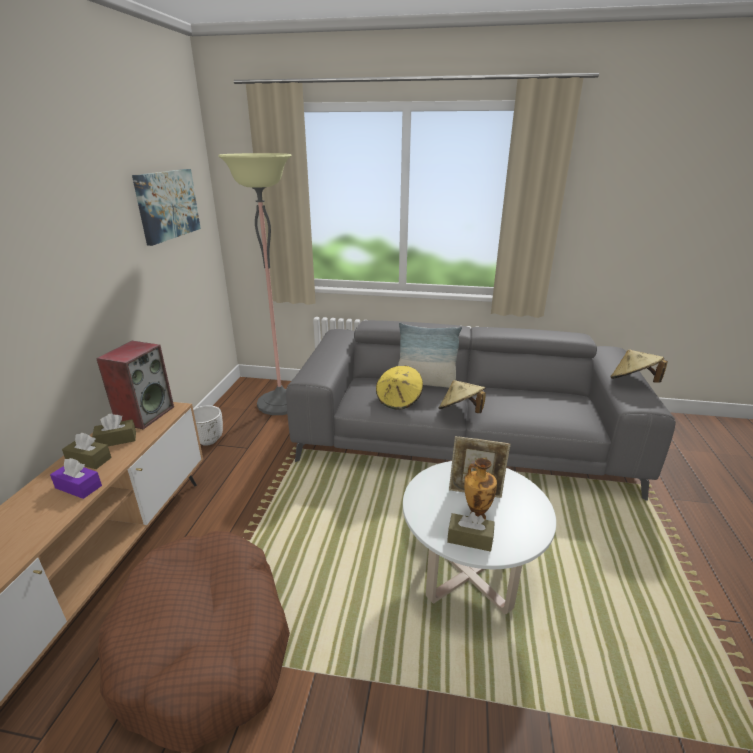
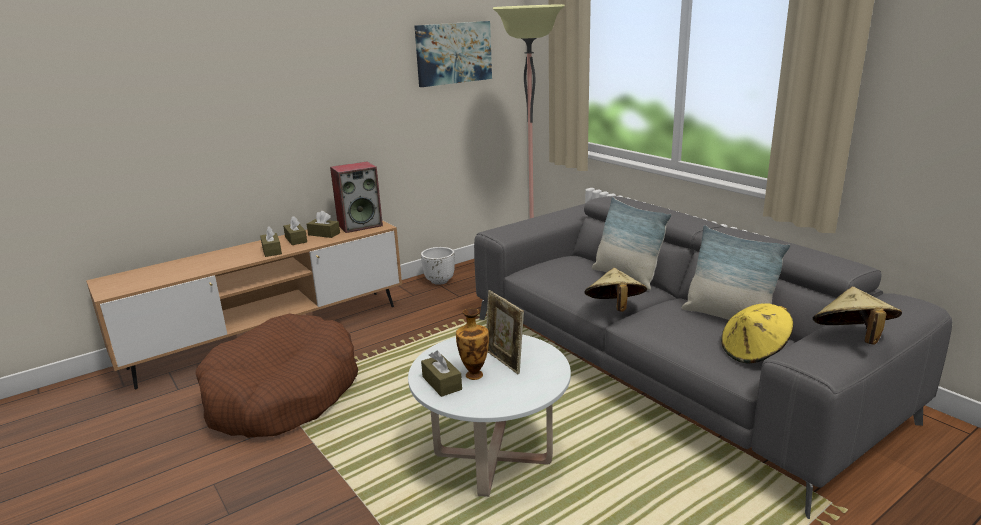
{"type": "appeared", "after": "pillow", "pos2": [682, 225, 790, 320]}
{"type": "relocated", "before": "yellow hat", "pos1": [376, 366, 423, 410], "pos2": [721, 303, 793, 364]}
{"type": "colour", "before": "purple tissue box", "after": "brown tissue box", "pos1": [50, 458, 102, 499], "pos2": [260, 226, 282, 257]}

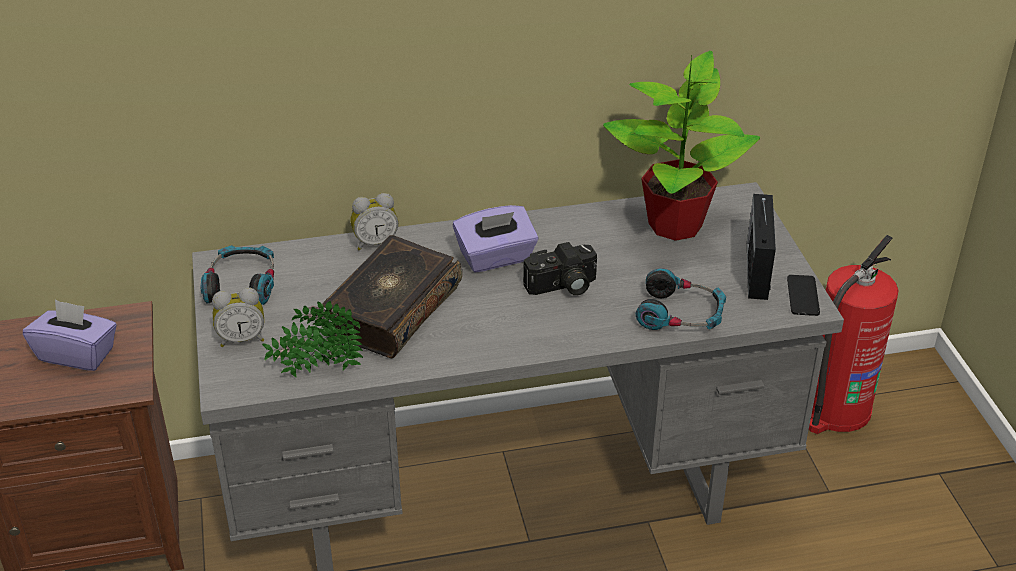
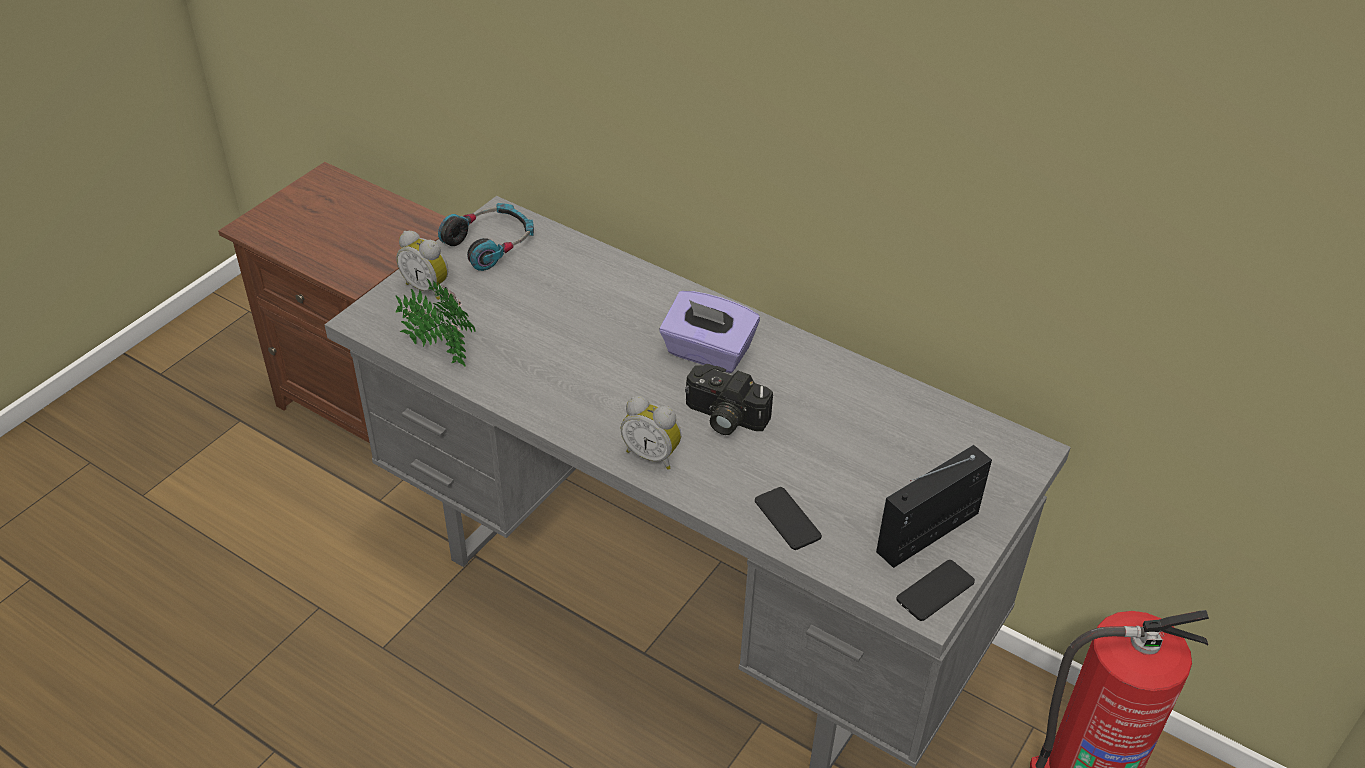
{"type": "missing", "before": "purple tissue box", "pos1": [23, 299, 117, 371]}
{"type": "missing", "before": "book", "pos1": [323, 235, 462, 358]}
{"type": "missing", "before": "potted plant", "pos1": [603, 51, 760, 241]}
{"type": "relocated", "before": "alarm clock", "pos1": [351, 193, 398, 250], "pos2": [621, 396, 681, 470]}
{"type": "exchanged", "before": "headphones", "after": "phone", "pos1": [636, 268, 726, 330], "pos2": [755, 487, 822, 550]}

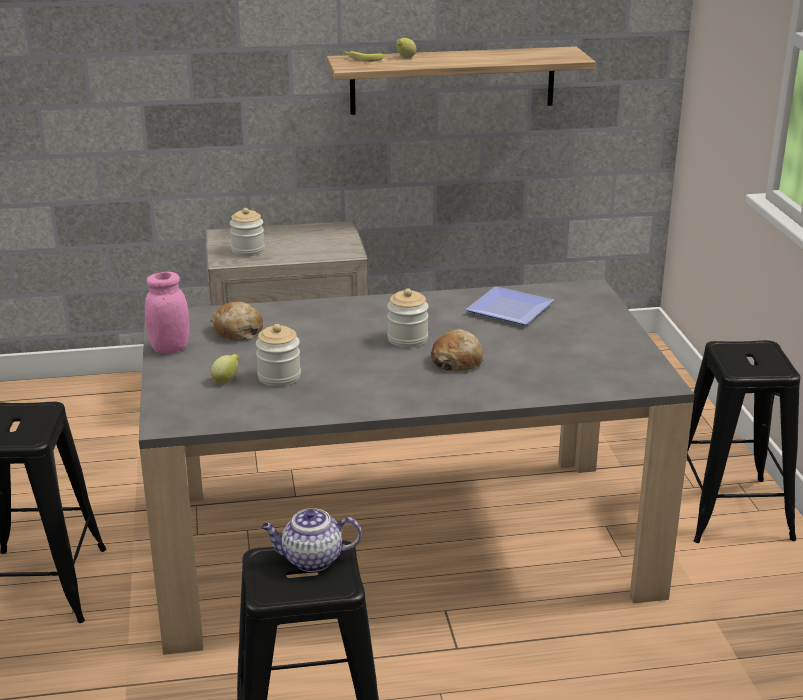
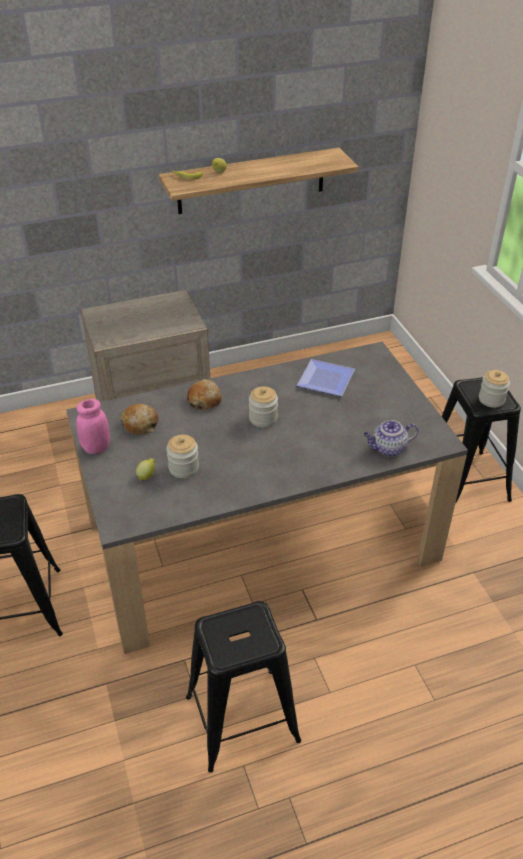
{"type": "relocated", "before": "jar", "pos1": [230, 208, 265, 256], "pos2": [479, 370, 510, 408]}
{"type": "relocated", "before": "teapot", "pos1": [261, 508, 362, 572], "pos2": [364, 420, 419, 457]}
{"type": "relocated", "before": "bread", "pos1": [431, 329, 484, 372], "pos2": [187, 379, 222, 410]}

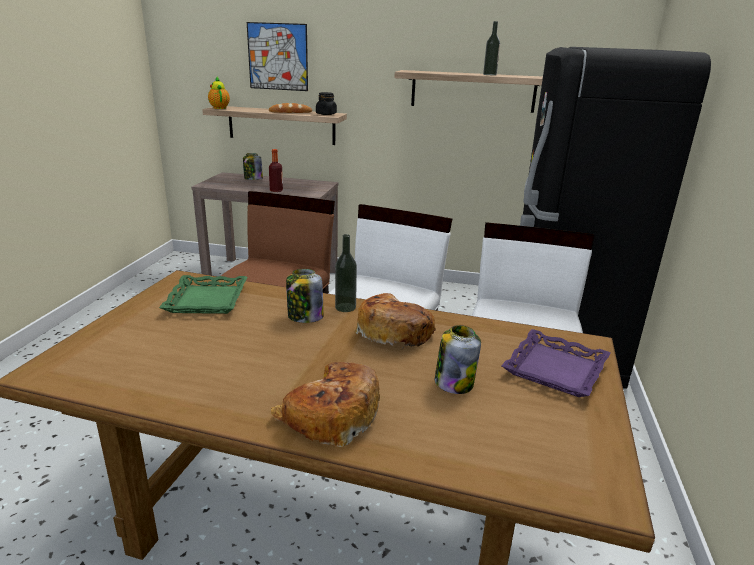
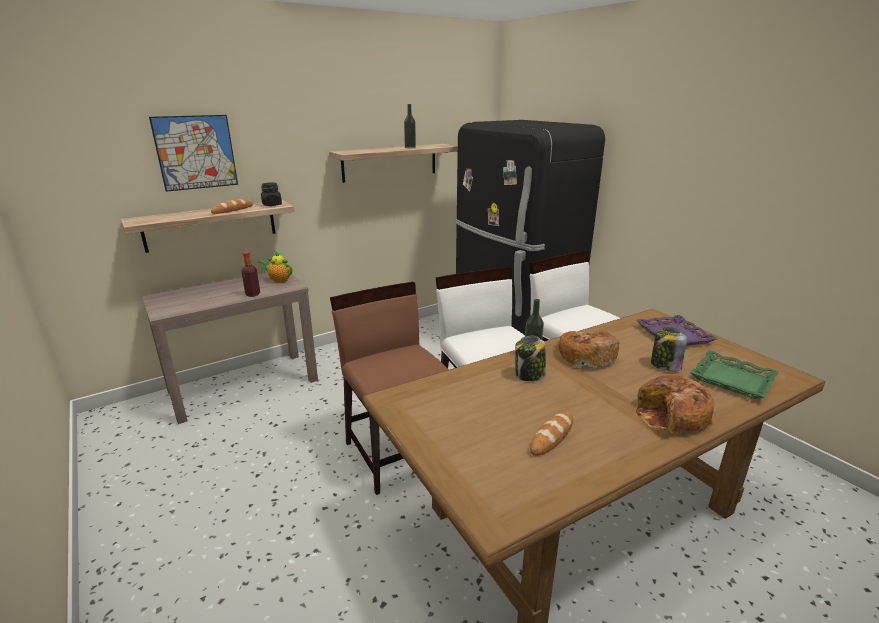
{"type": "missing", "before": "jar", "pos1": [243, 153, 263, 180]}
{"type": "appeared", "after": "bread", "pos2": [530, 412, 573, 456]}
{"type": "relocated", "before": "green tray", "pos1": [159, 275, 247, 314], "pos2": [690, 350, 779, 399]}
{"type": "relocated", "before": "teapot", "pos1": [208, 77, 230, 109], "pos2": [259, 251, 292, 283]}

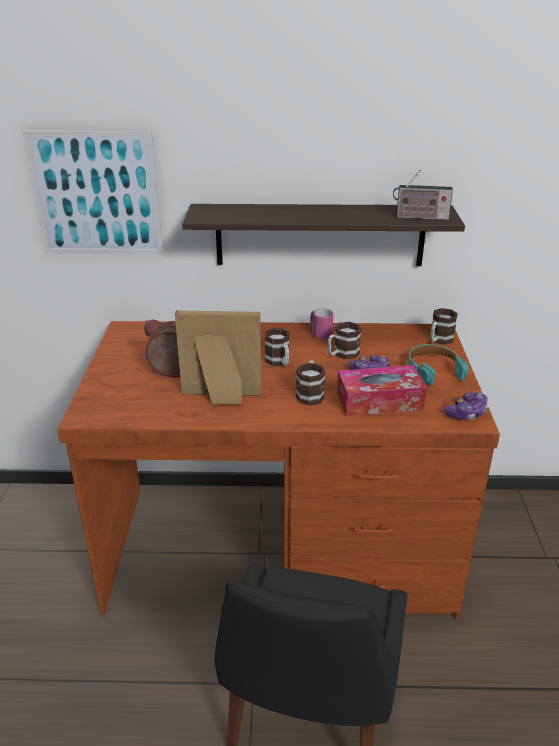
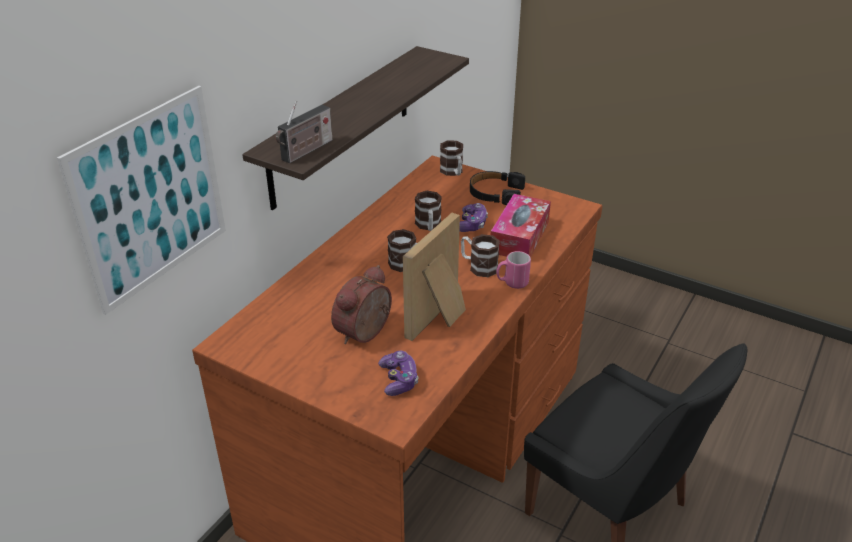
{"type": "relocated", "before": "pink mug", "pos1": [310, 309, 333, 339], "pos2": [496, 251, 531, 289]}
{"type": "relocated", "before": "radio", "pos1": [393, 170, 453, 220], "pos2": [276, 101, 332, 164]}
{"type": "relocated", "before": "game controller", "pos1": [444, 392, 488, 420], "pos2": [378, 351, 419, 396]}
{"type": "colour", "before": "turquoise headphones", "after": "black headphones", "pos1": [408, 344, 469, 386], "pos2": [470, 171, 525, 205]}

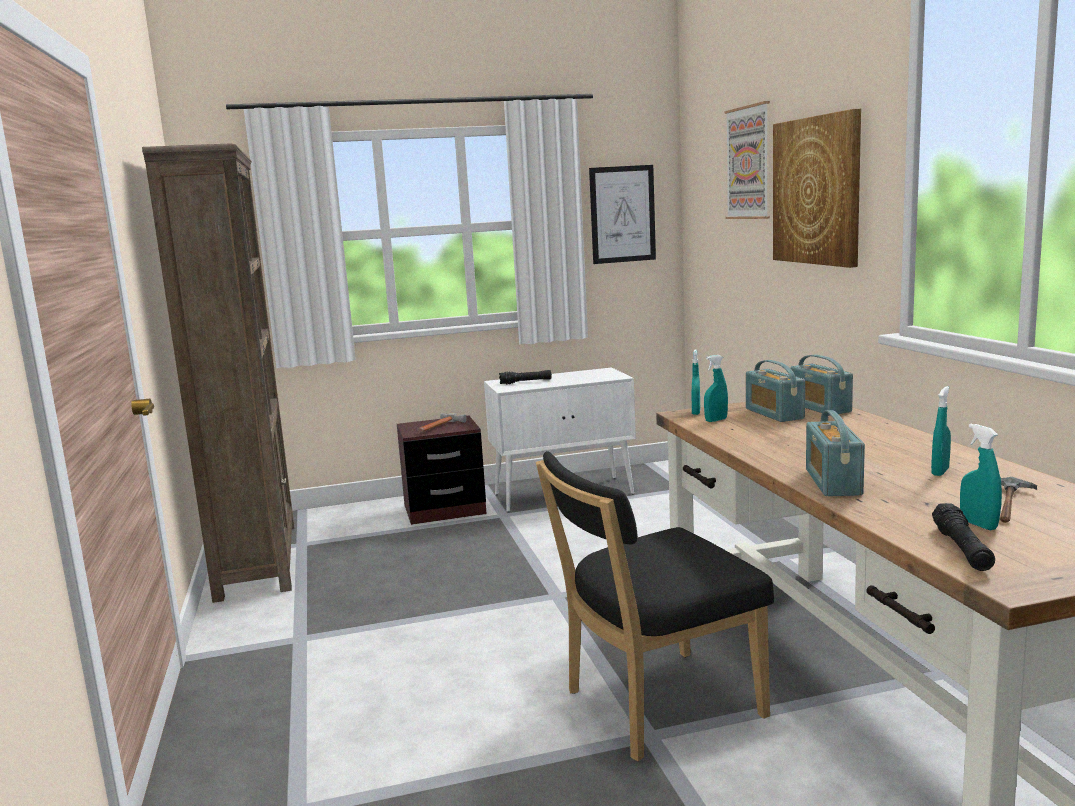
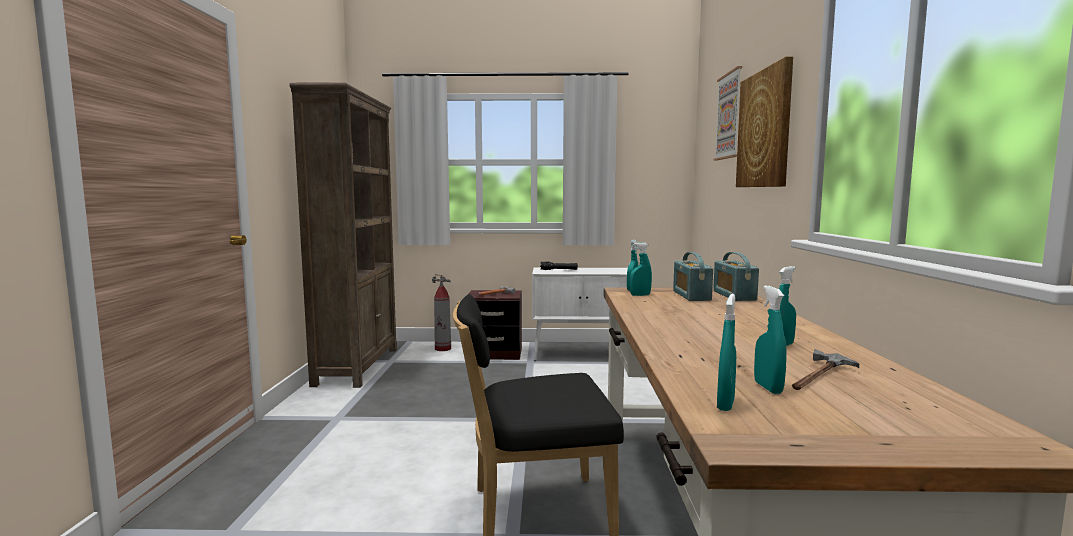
{"type": "missing", "before": "picture", "pos1": [589, 165, 656, 264]}
{"type": "missing", "before": "radio", "pos1": [806, 410, 865, 496]}
{"type": "appeared", "after": "fire extinguisher", "pos2": [432, 274, 451, 351]}
{"type": "exchanged", "before": "black flashlight", "after": "turquoise spray bottle", "pos1": [932, 503, 995, 571], "pos2": [717, 294, 736, 411]}

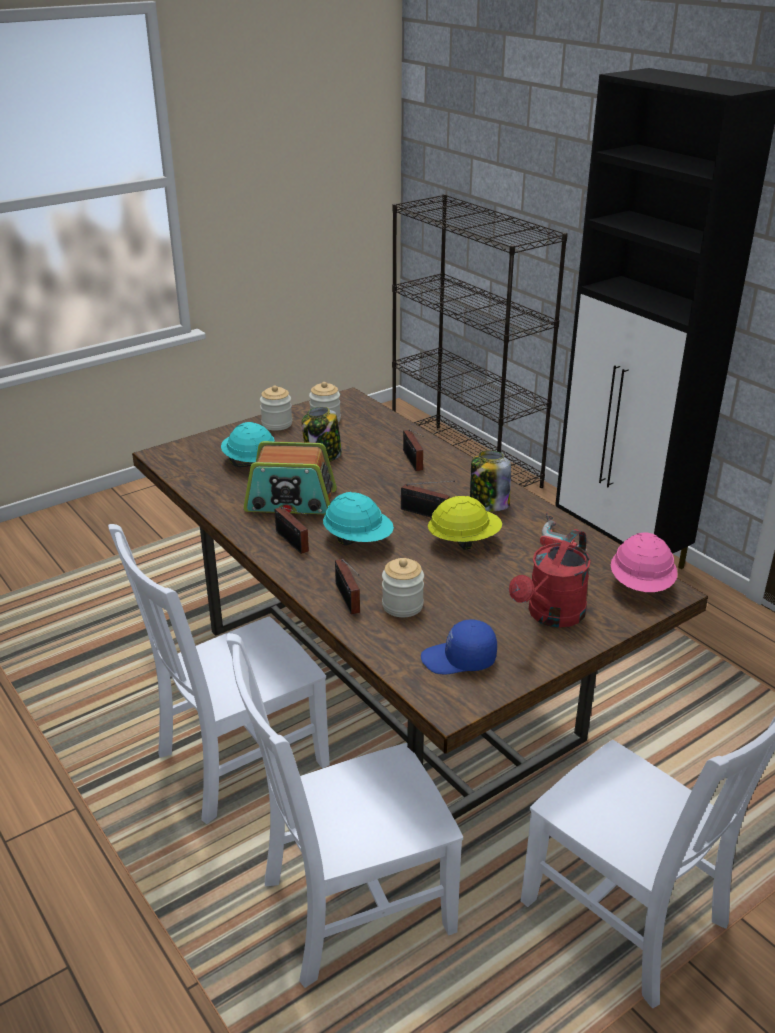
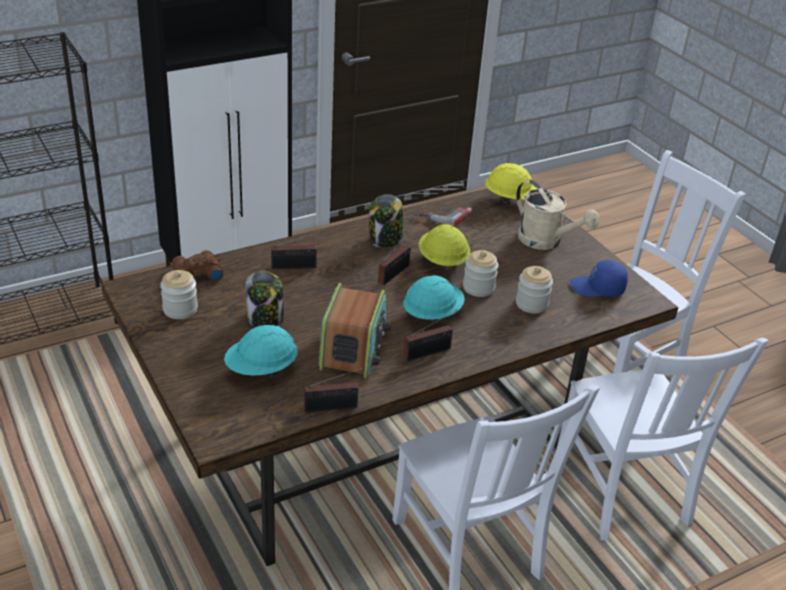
{"type": "appeared", "after": "brown binoculars", "pos2": [172, 250, 223, 282]}
{"type": "relocated", "before": "jar", "pos1": [260, 385, 292, 431], "pos2": [463, 250, 499, 297]}
{"type": "relocated", "before": "radio", "pos1": [335, 559, 360, 614], "pos2": [304, 367, 365, 412]}
{"type": "colour", "before": "red watering can", "after": "beige watering can", "pos1": [509, 529, 591, 628], "pos2": [516, 180, 599, 250]}
{"type": "colour", "before": "pink hard hat", "after": "yellow hard hat", "pos1": [611, 533, 678, 592], "pos2": [485, 163, 537, 205]}
{"type": "spun", "before": "blue cap", "pos1": [421, 619, 497, 675], "pos2": [570, 260, 628, 297], "turn": 90}

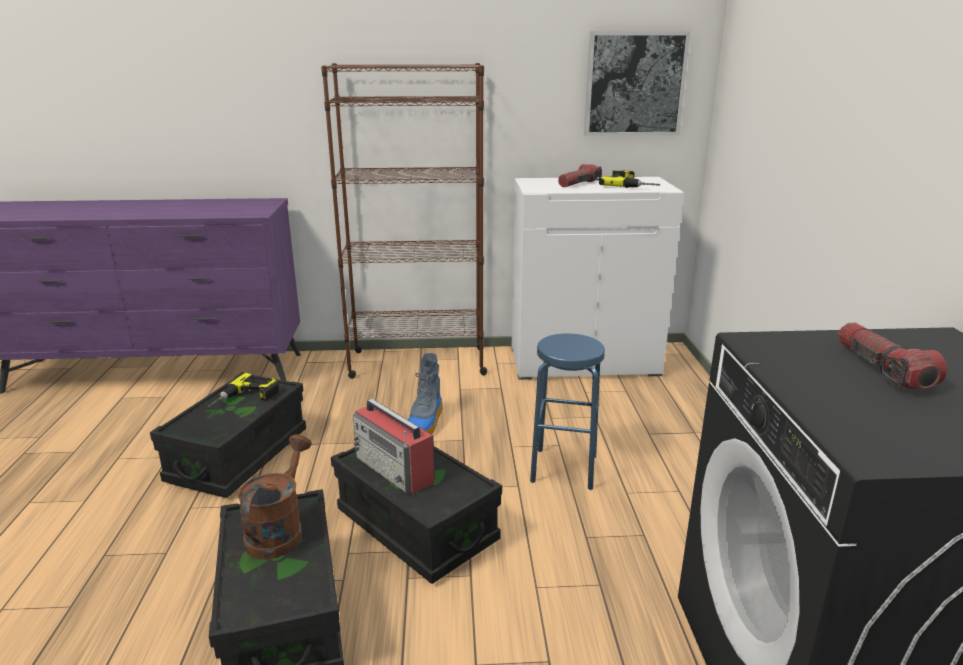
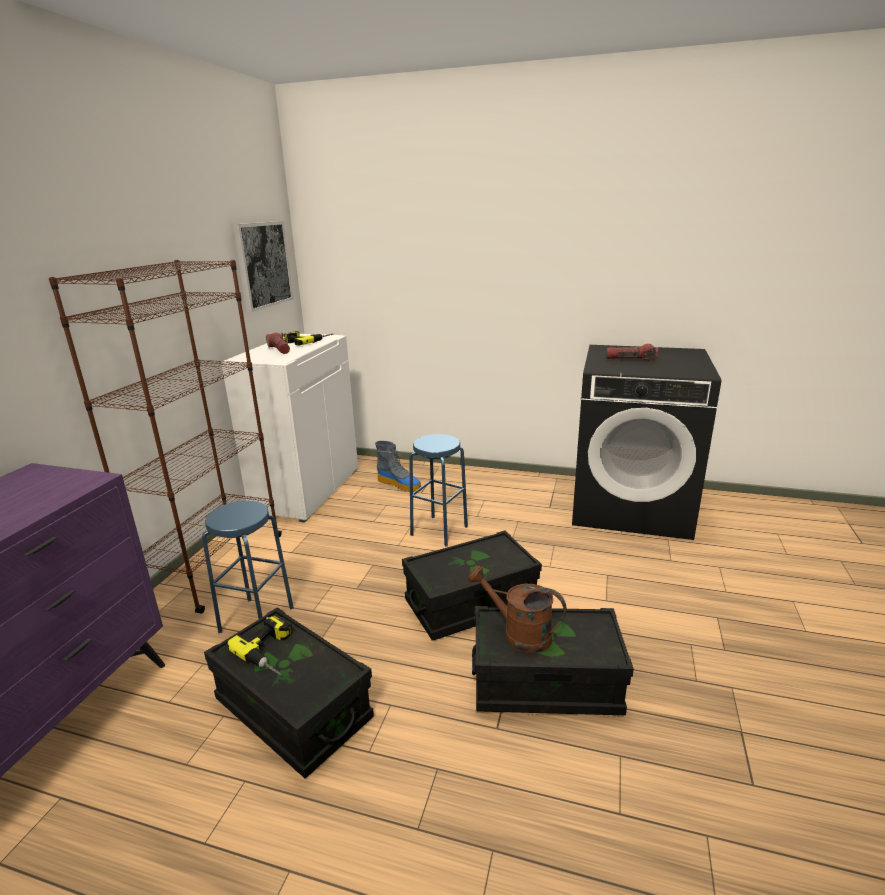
{"type": "missing", "before": "radio", "pos1": [353, 399, 435, 495]}
{"type": "appeared", "after": "blue stool", "pos2": [202, 501, 294, 633]}
{"type": "relocated", "before": "boot", "pos1": [408, 353, 443, 434], "pos2": [375, 441, 421, 492]}

